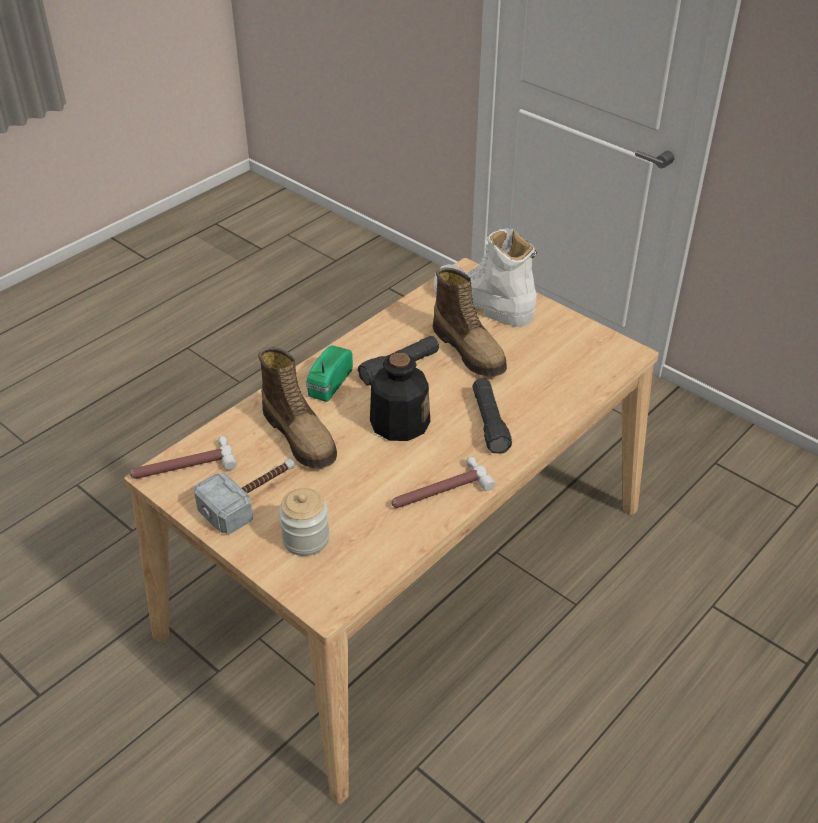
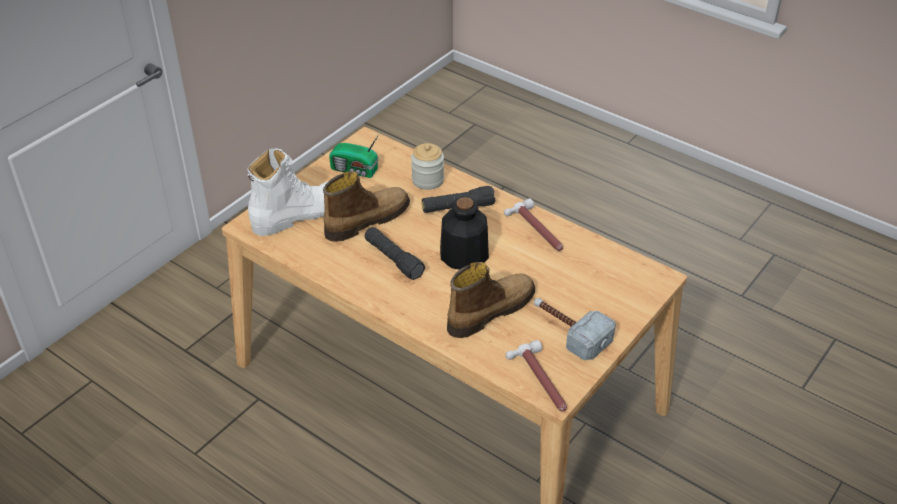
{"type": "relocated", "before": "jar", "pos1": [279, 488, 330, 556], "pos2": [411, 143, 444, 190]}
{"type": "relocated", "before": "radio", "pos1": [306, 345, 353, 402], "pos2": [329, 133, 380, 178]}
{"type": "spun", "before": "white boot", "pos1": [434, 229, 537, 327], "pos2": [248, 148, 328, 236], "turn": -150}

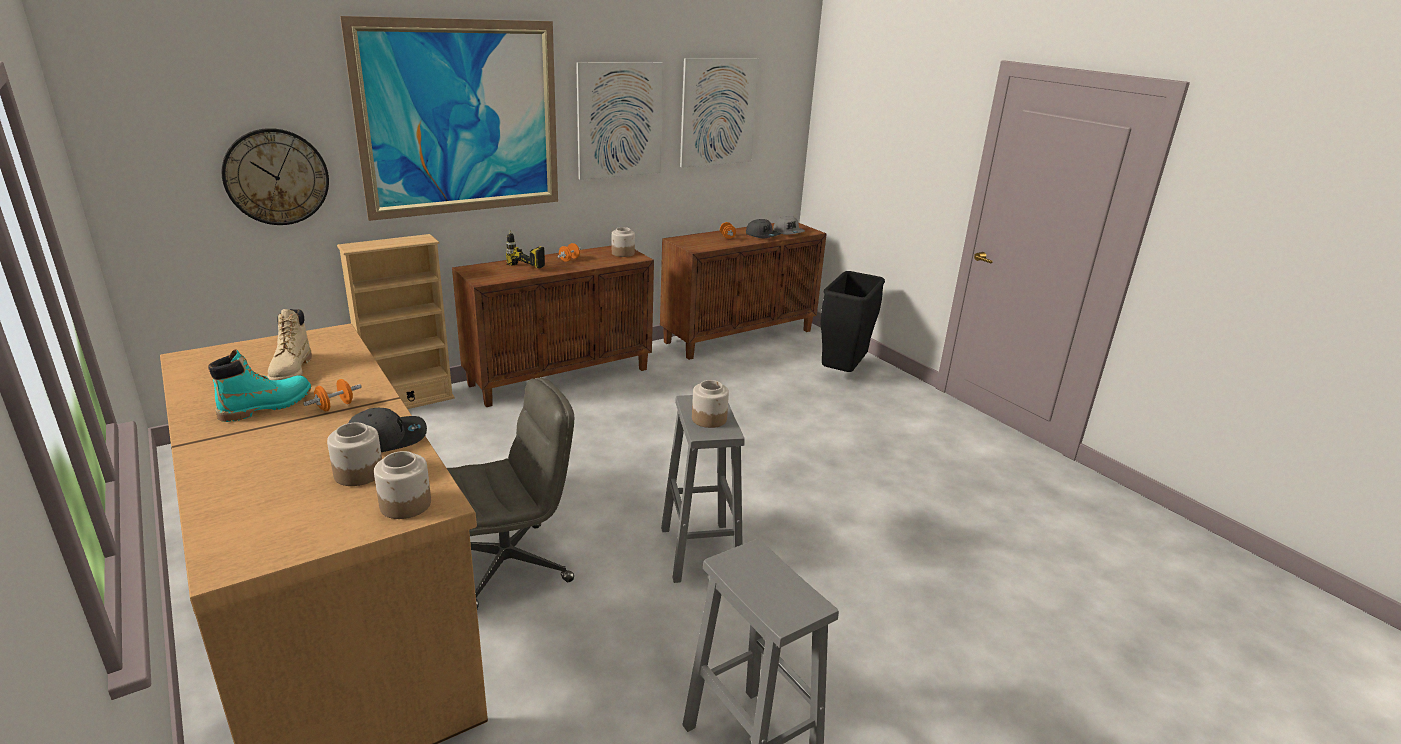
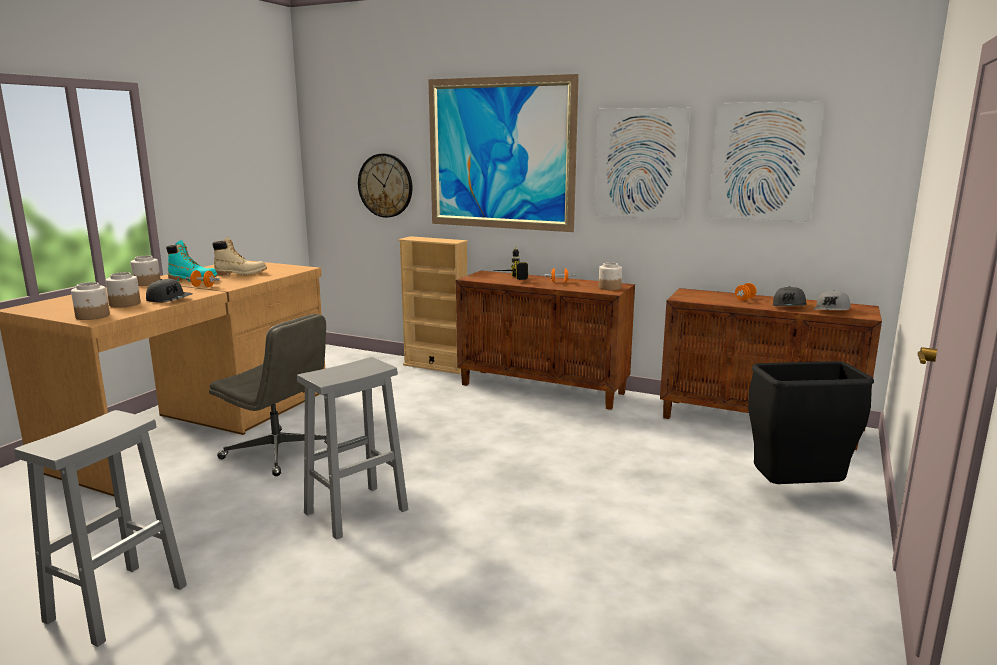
{"type": "relocated", "before": "jar", "pos1": [692, 380, 729, 428], "pos2": [130, 256, 161, 286]}
{"type": "spun", "before": "beige boot", "pos1": [267, 309, 312, 380], "pos2": [212, 236, 267, 276], "turn": -150}

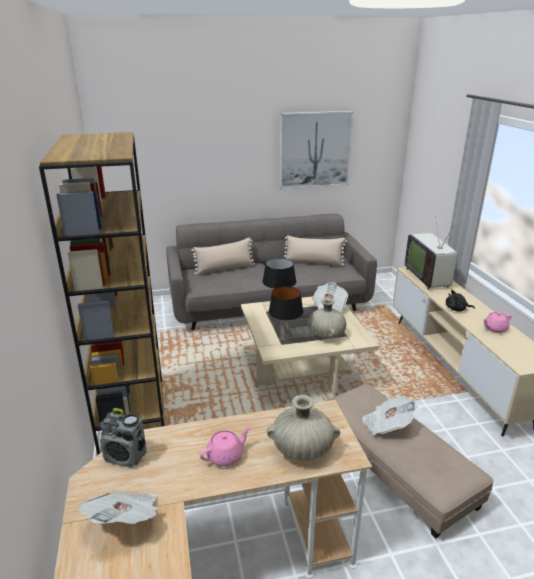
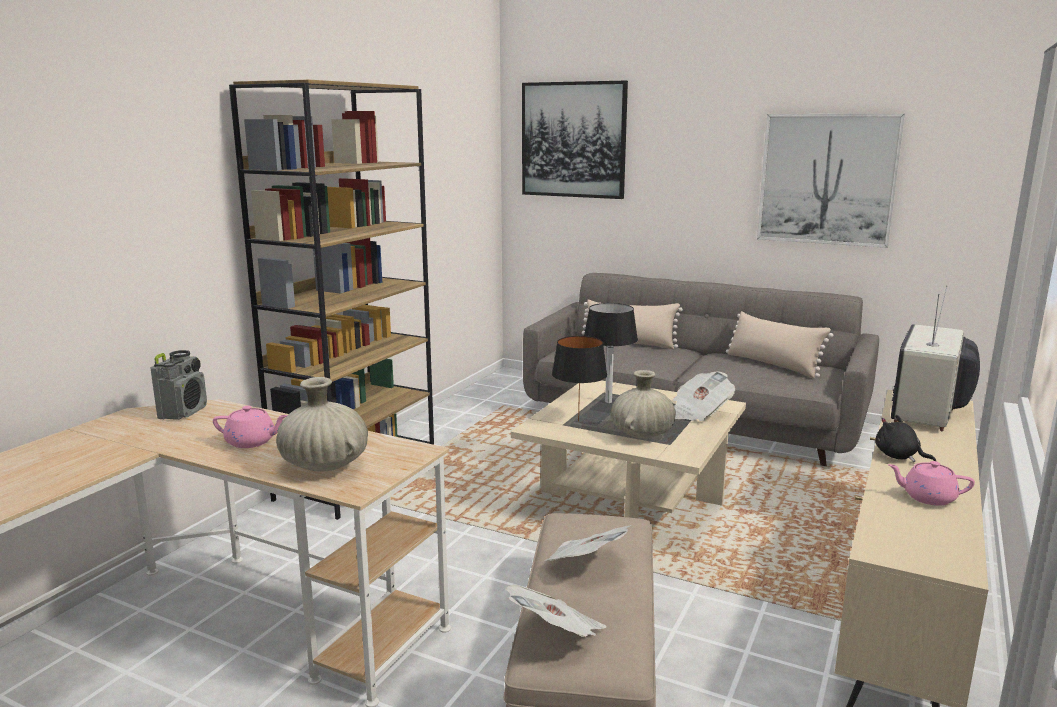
{"type": "appeared", "after": "picture", "pos2": [522, 81, 628, 199]}
{"type": "relocated", "before": "newspaper", "pos1": [79, 491, 159, 524], "pos2": [505, 585, 607, 637]}
{"type": "spun", "before": "radio", "pos1": [100, 408, 147, 467], "pos2": [150, 350, 207, 420], "turn": -135}

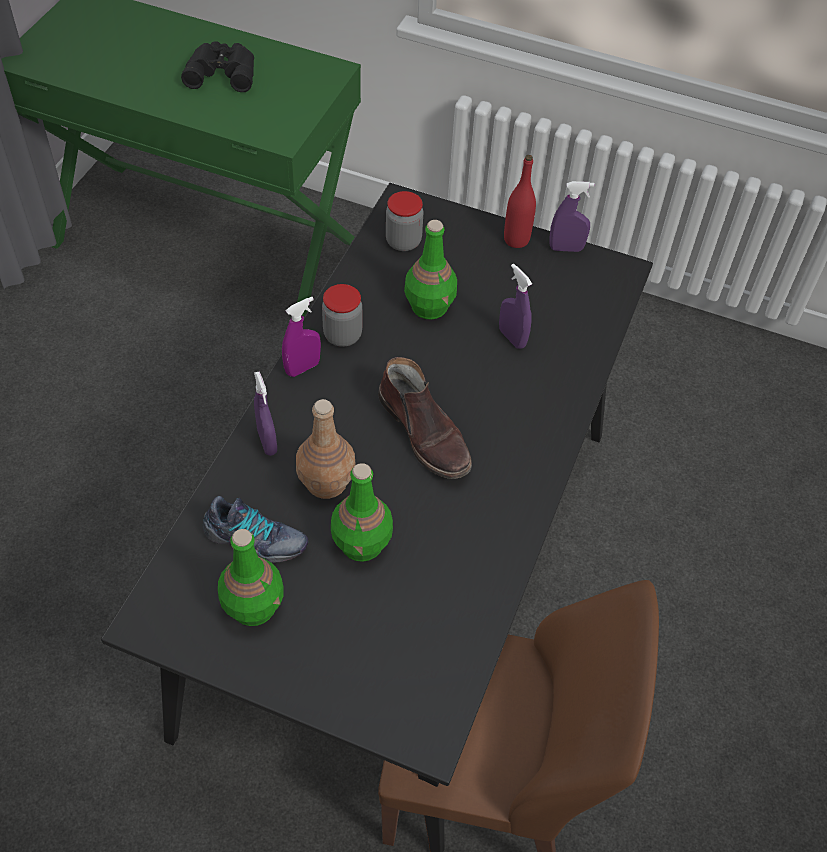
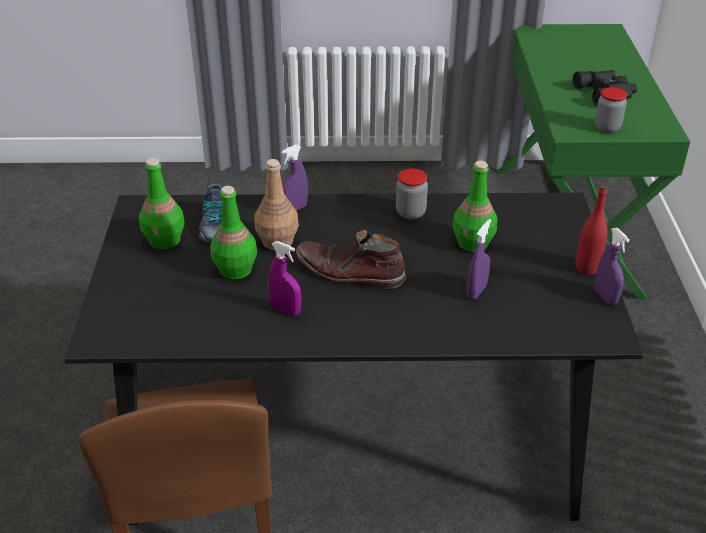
{"type": "relocated", "before": "purple spray bottle", "pos1": [282, 297, 321, 377], "pos2": [269, 241, 301, 316]}
{"type": "relocated", "before": "jar", "pos1": [386, 191, 423, 251], "pos2": [595, 87, 627, 133]}
{"type": "spun", "before": "brown boot", "pos1": [378, 357, 472, 479], "pos2": [296, 230, 406, 289], "turn": 75}

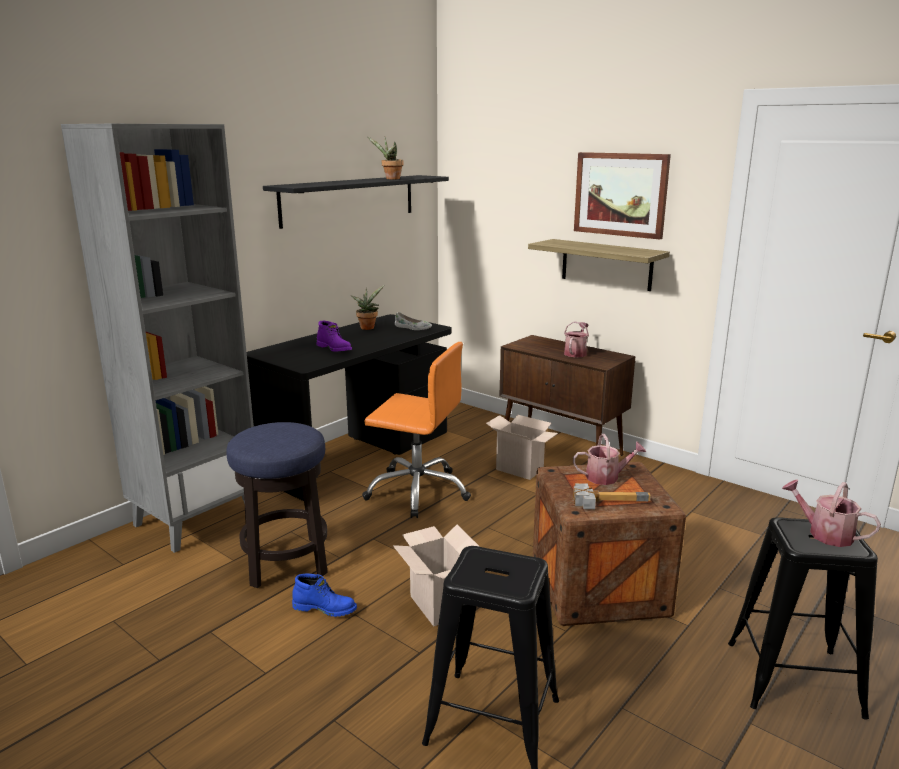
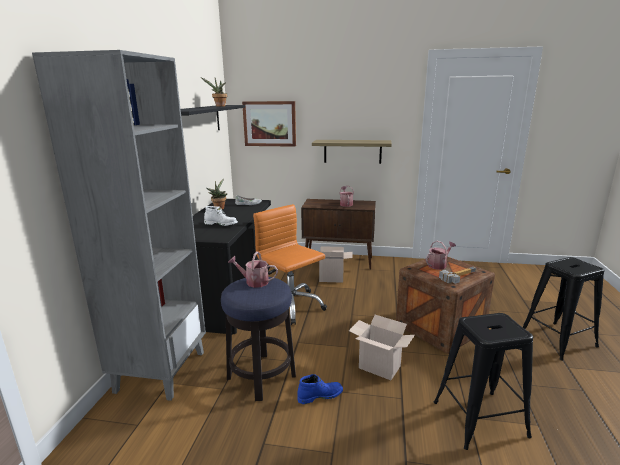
{"type": "relocated", "before": "picture", "pos1": [574, 152, 671, 240], "pos2": [242, 101, 296, 147]}
{"type": "relocated", "before": "watering can", "pos1": [782, 479, 881, 547], "pos2": [228, 251, 278, 288]}
{"type": "colour", "before": "purple boot", "after": "white boot", "pos1": [317, 321, 352, 352], "pos2": [204, 206, 238, 226]}
{"type": "spun", "before": "orange office chair", "pos1": [362, 342, 471, 518], "pos2": [253, 204, 327, 325], "turn": -120}

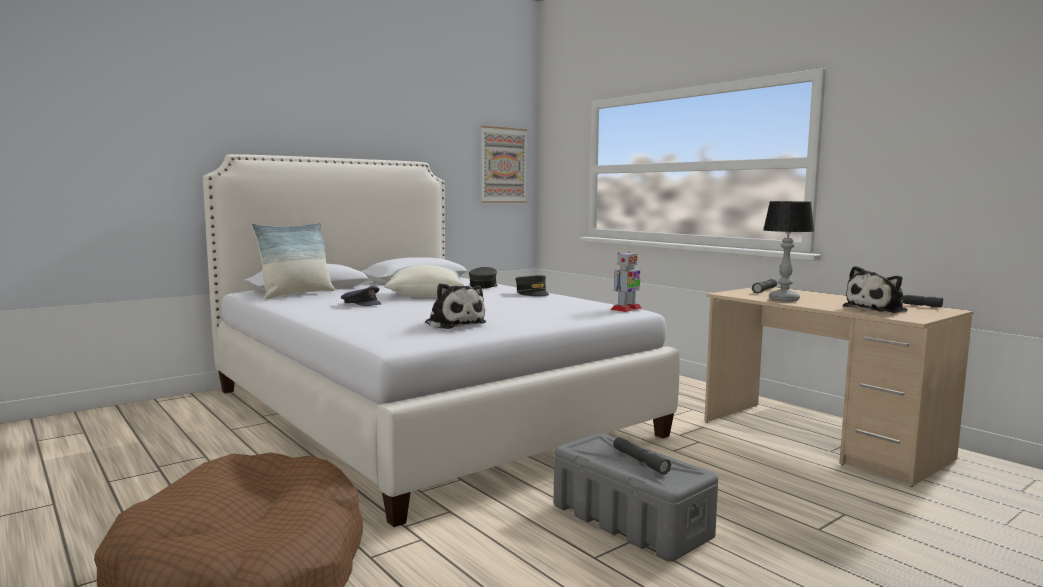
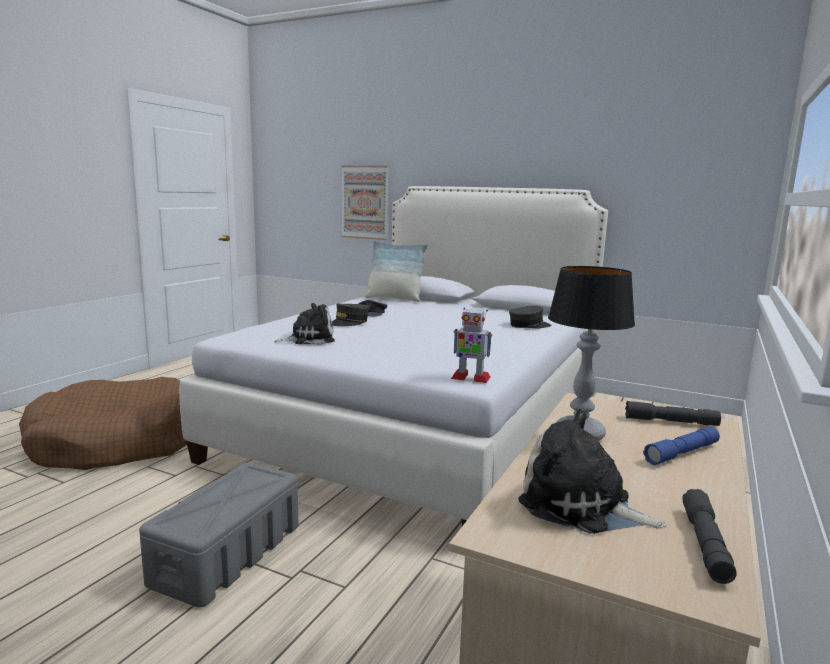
{"type": "missing", "before": "pillow", "pos1": [384, 265, 464, 297]}
{"type": "missing", "before": "grey flashlight", "pos1": [613, 437, 671, 475]}
{"type": "appeared", "after": "blue flashlight", "pos2": [643, 427, 720, 465]}
{"type": "relocated", "before": "picture", "pos1": [481, 126, 527, 203], "pos2": [341, 166, 389, 240]}
{"type": "relocated", "before": "grey cap", "pos1": [515, 275, 549, 296], "pos2": [332, 303, 369, 326]}
{"type": "spun", "before": "plush toy", "pos1": [425, 283, 486, 329], "pos2": [274, 303, 335, 345], "turn": -135}

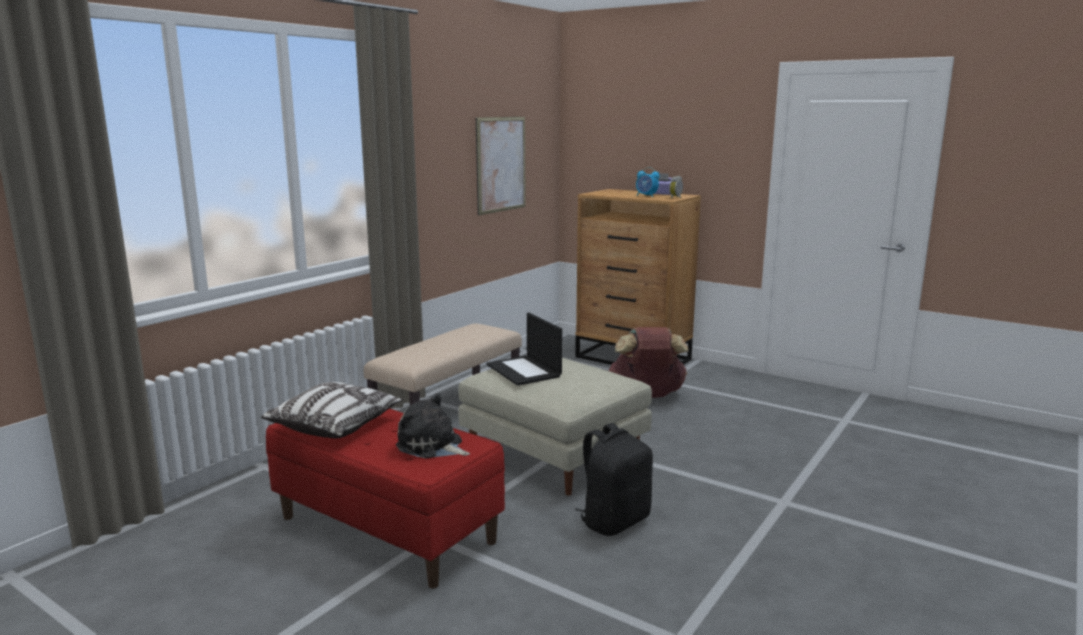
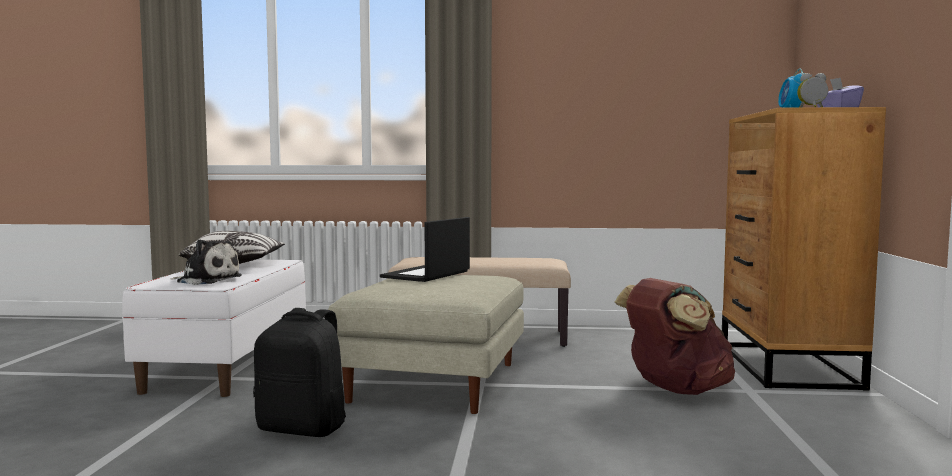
{"type": "missing", "before": "picture", "pos1": [476, 117, 526, 215]}
{"type": "colour", "before": "red bench", "after": "white bench", "pos1": [266, 408, 505, 589], "pos2": [122, 259, 306, 397]}
{"type": "spun", "before": "plush toy", "pos1": [396, 393, 470, 459], "pos2": [170, 239, 242, 285], "turn": 105}

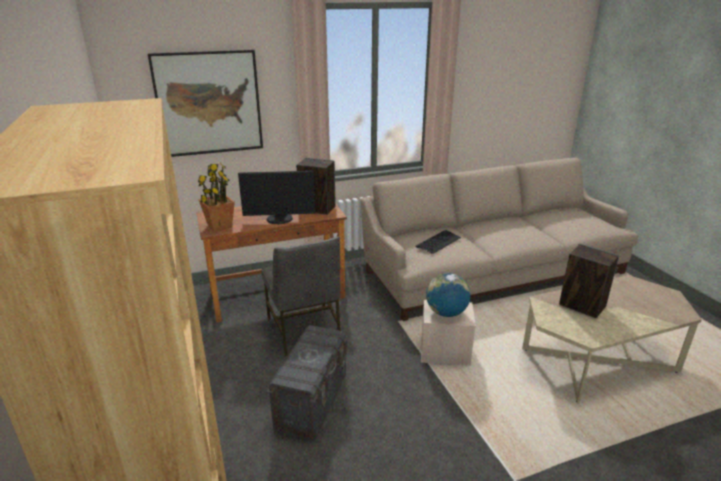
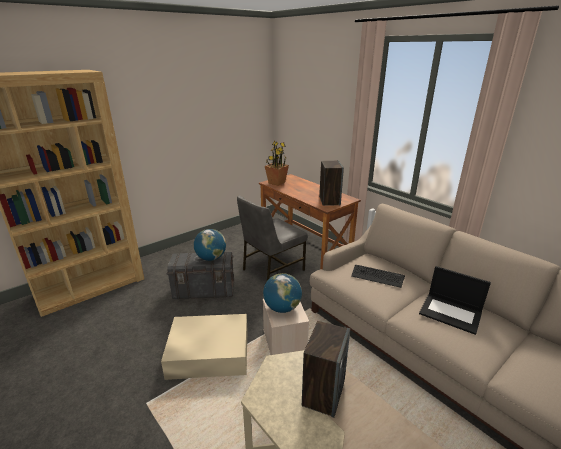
{"type": "missing", "before": "picture", "pos1": [148, 50, 263, 157]}
{"type": "missing", "before": "monitor", "pos1": [238, 171, 315, 224]}
{"type": "appeared", "after": "beige storage box", "pos2": [161, 314, 248, 380]}
{"type": "appeared", "after": "globe", "pos2": [194, 229, 226, 261]}
{"type": "appeared", "after": "laptop", "pos2": [419, 266, 491, 335]}

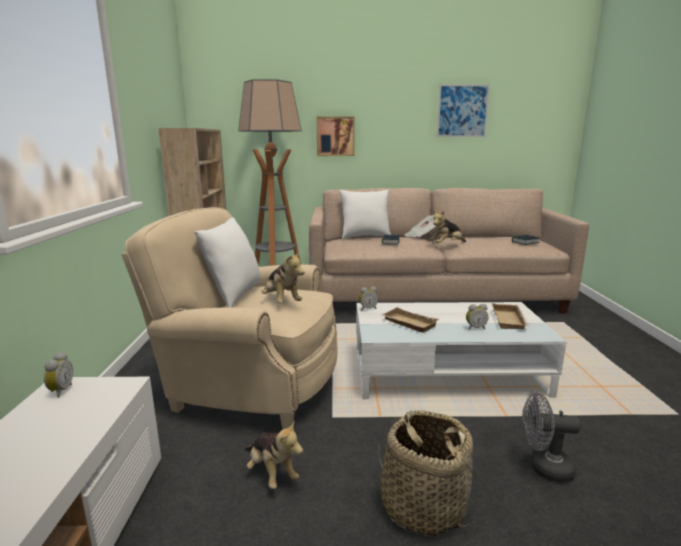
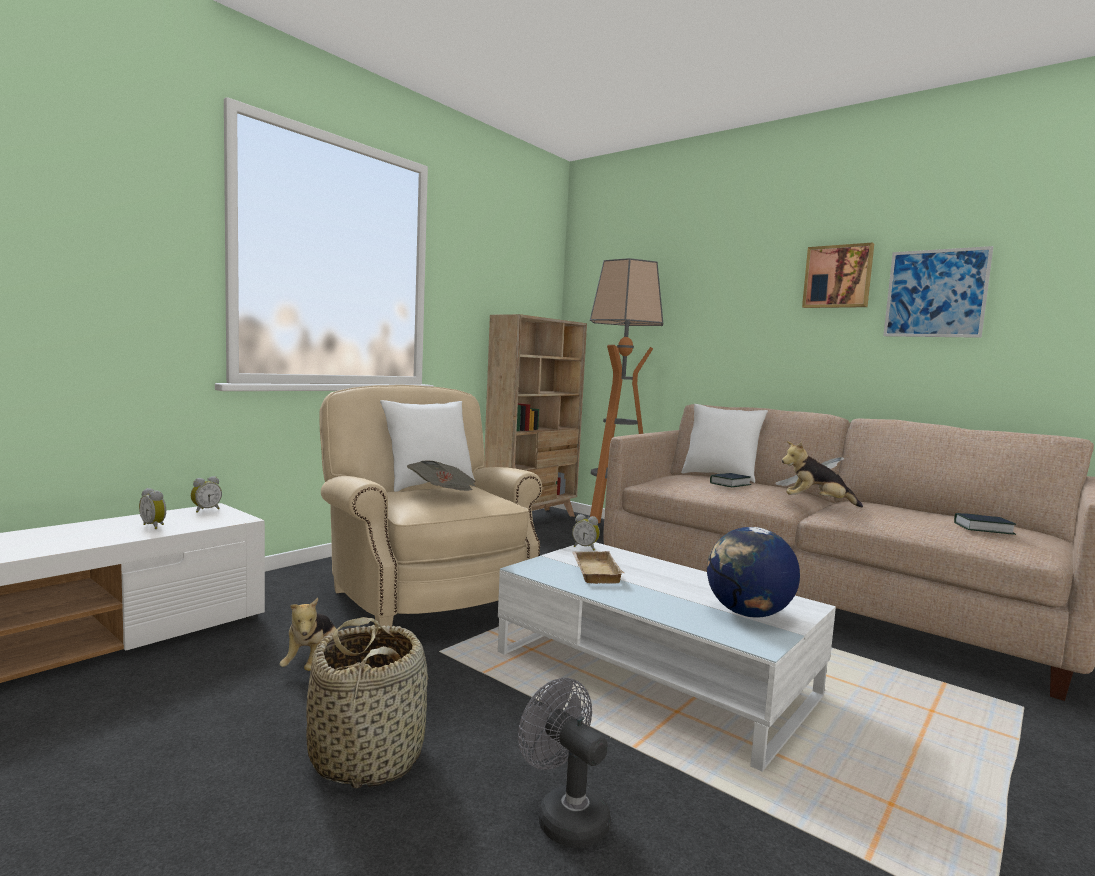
{"type": "relocated", "before": "picture", "pos1": [317, 117, 355, 156], "pos2": [802, 242, 874, 308]}
{"type": "relocated", "before": "alarm clock", "pos1": [466, 304, 489, 330], "pos2": [139, 488, 166, 529]}
{"type": "exchanged", "before": "plush toy", "after": "newspaper", "pos1": [262, 251, 304, 303], "pos2": [407, 461, 476, 491]}
{"type": "exchanged", "before": "beige tray", "after": "globe", "pos1": [492, 303, 529, 329], "pos2": [707, 527, 800, 618]}

